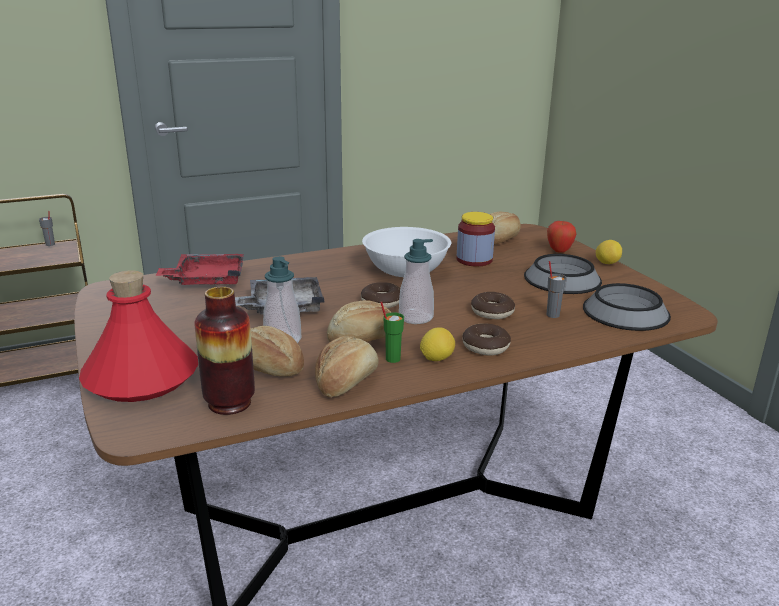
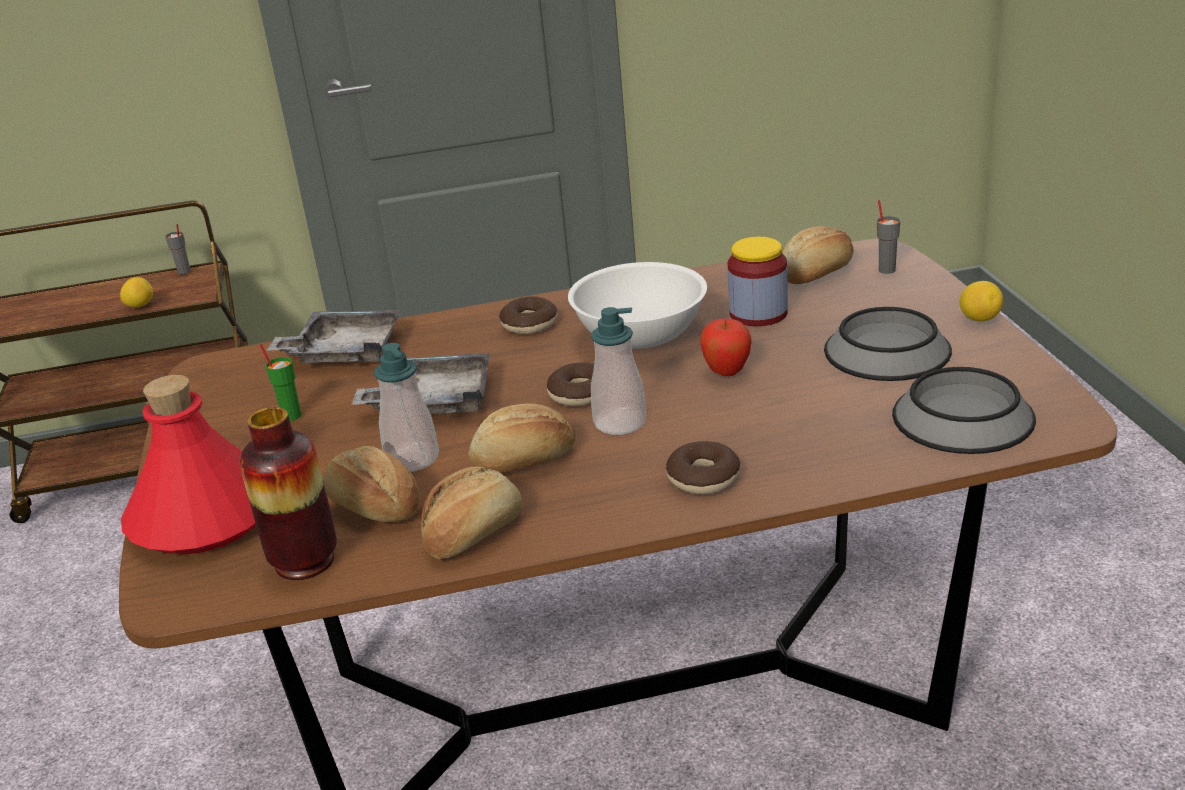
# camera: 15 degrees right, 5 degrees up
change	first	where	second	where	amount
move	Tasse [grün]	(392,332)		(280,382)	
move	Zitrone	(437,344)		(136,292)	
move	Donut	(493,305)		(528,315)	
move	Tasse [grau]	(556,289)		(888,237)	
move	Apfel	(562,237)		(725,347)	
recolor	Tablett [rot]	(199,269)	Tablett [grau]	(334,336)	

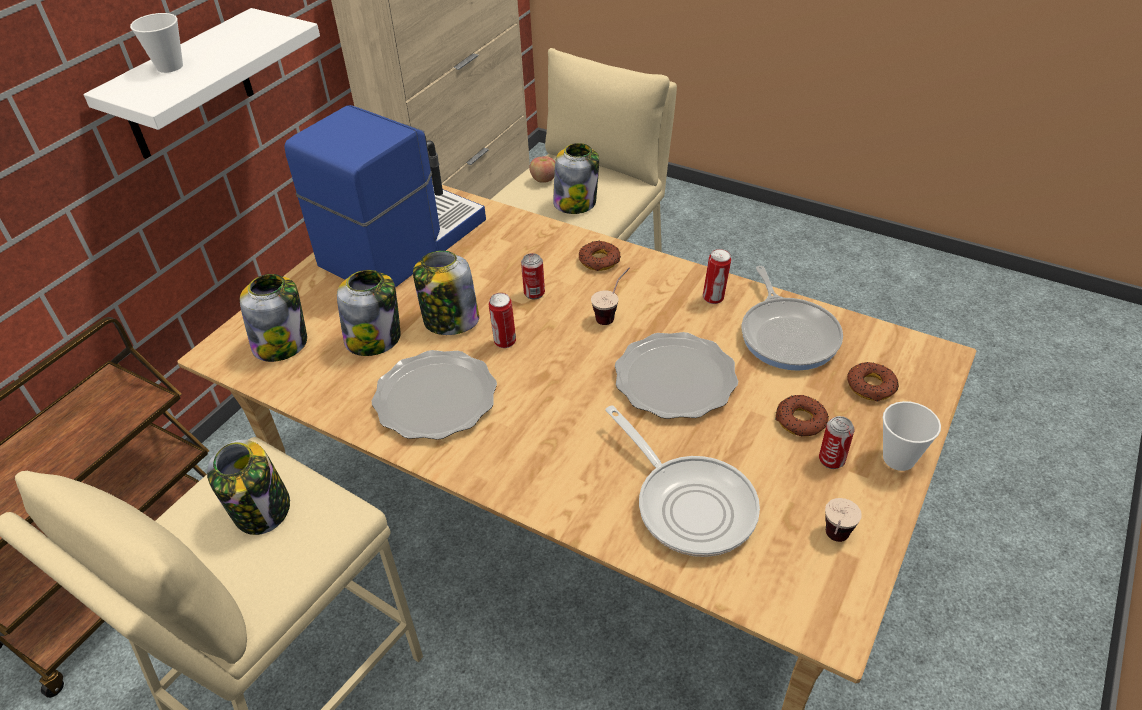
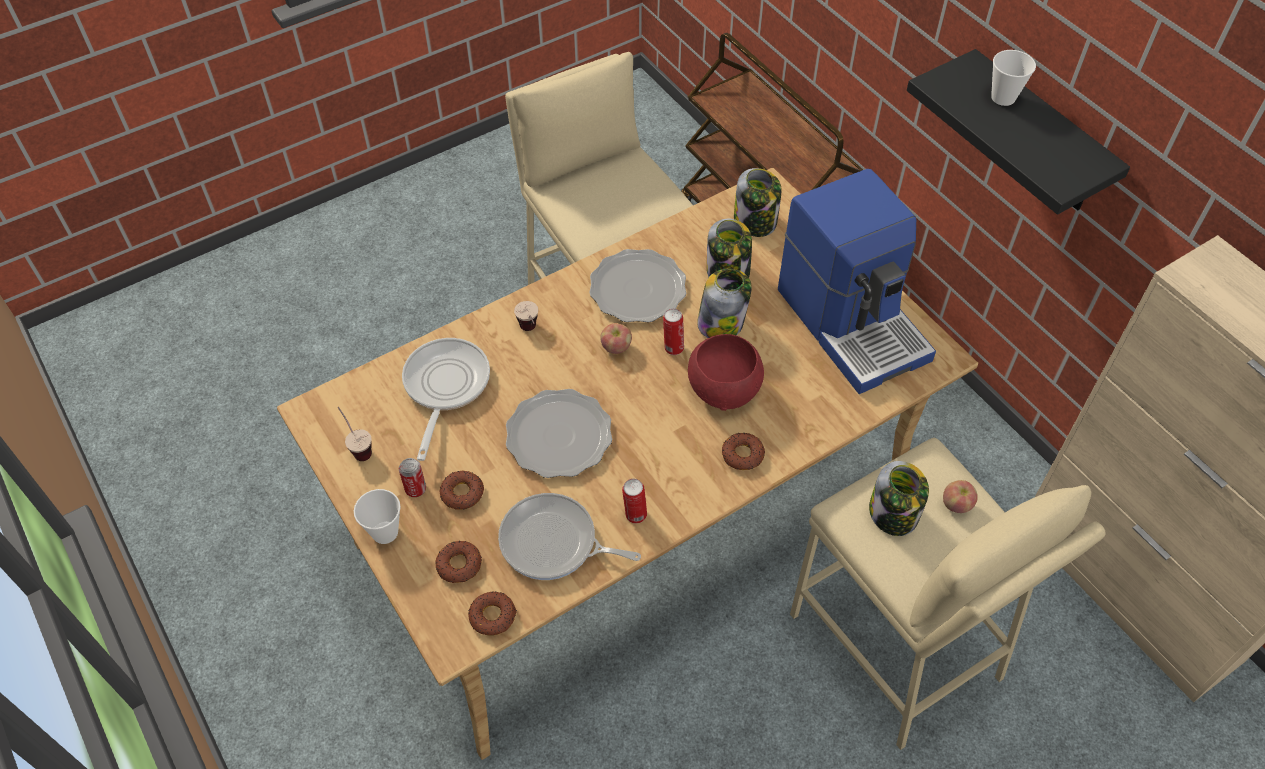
# camera: 115 degrees right, 10 degrees up
change	first	where	second	where	amount
delete	Vorratsglas	(248,487)			
insert			Donut	(492,613)	
insert			Apfel	(616,338)	
move	Tasse	(610,296)		(526,316)	
replace	Dose	(533,276)	Schüssel [rot]	(726,372)	
recolor	Wandregal [weiß]	(202,83)	Wandregal [schwarz]	(1018,132)	
rotate	Pfanne	(682,481)		(446,399)	105 degrees clockwise

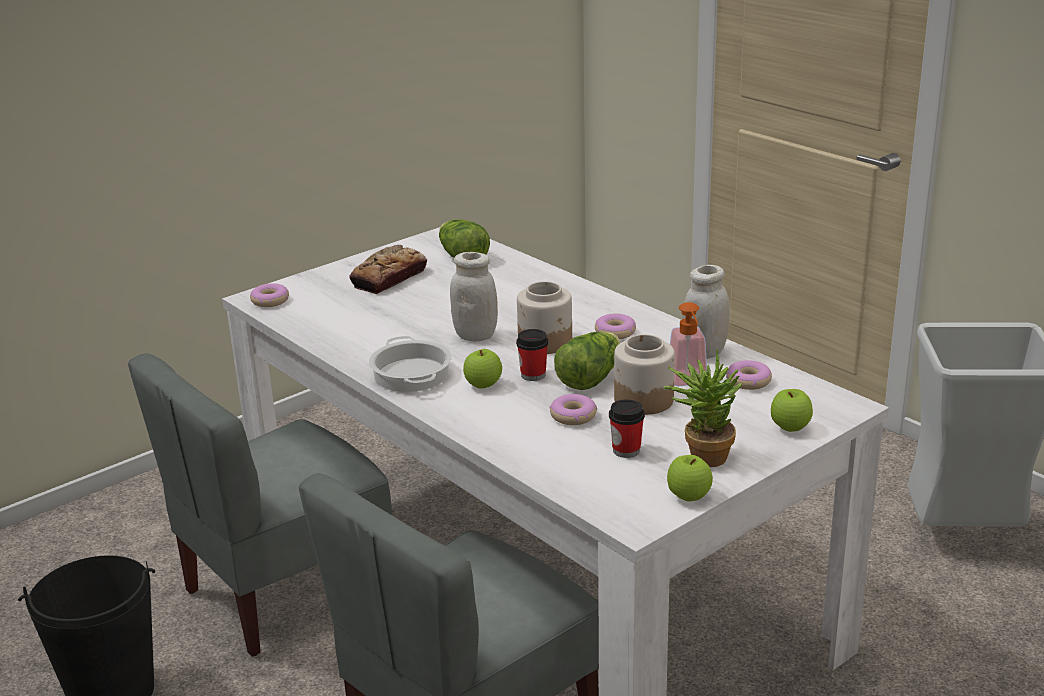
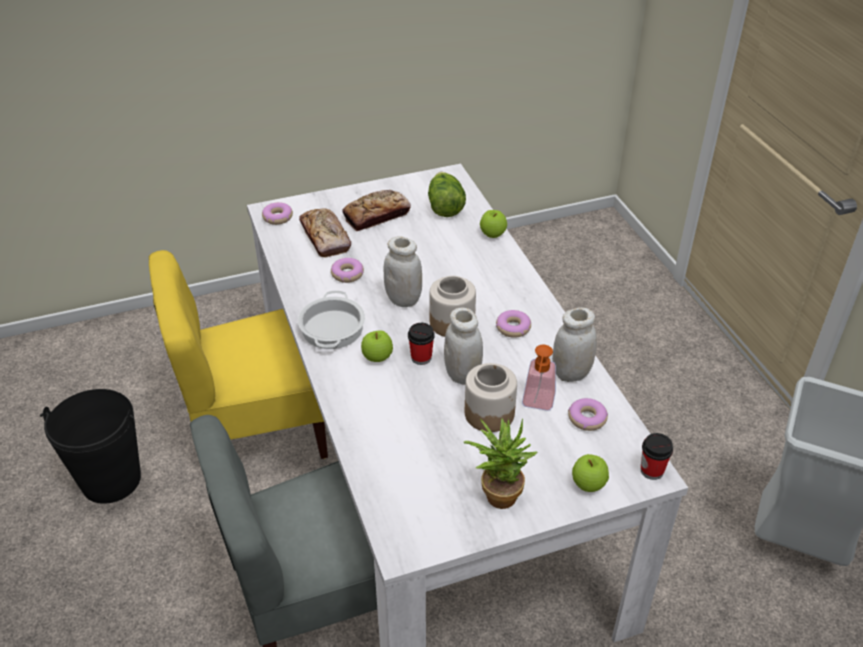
# camera: 20 degrees right, 15 degrees up
change	first	where	second	where	amount
insert			Brot	(325,233)	
move	Donut	(573,409)		(347,270)	
move	Tasse	(627,428)		(657,456)	
move	Apfel	(690,478)		(493,224)	
replace	Salatkopf	(587,361)	Vorratsglas [weiß]	(463,346)	
recolor	Stuhl [grau]	(260,505)	Stuhl [gelb]	(238,354)	

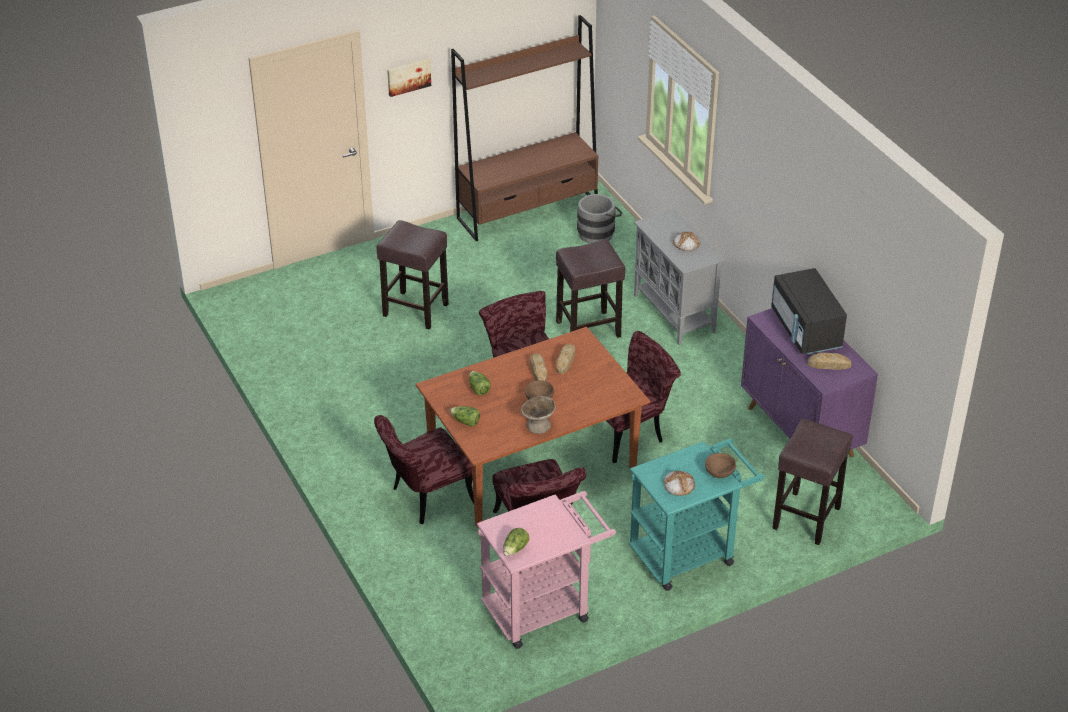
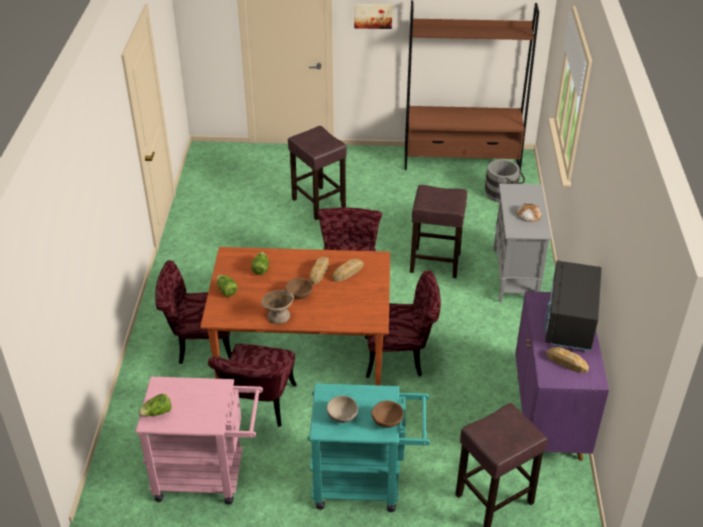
# camera: 30 degrees right, 0 degrees up
change	first	where	second	where	amount
replace	Brot	(679,483)	Schüssel [beige]	(342,409)	

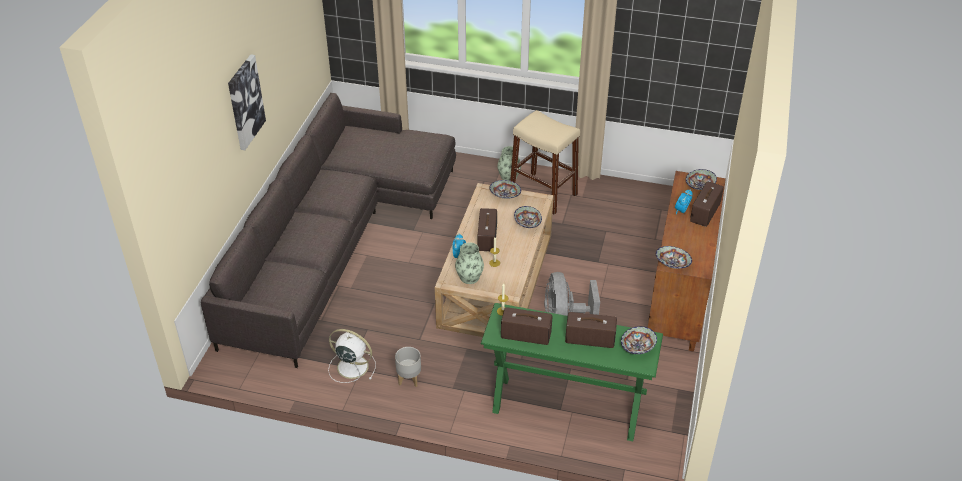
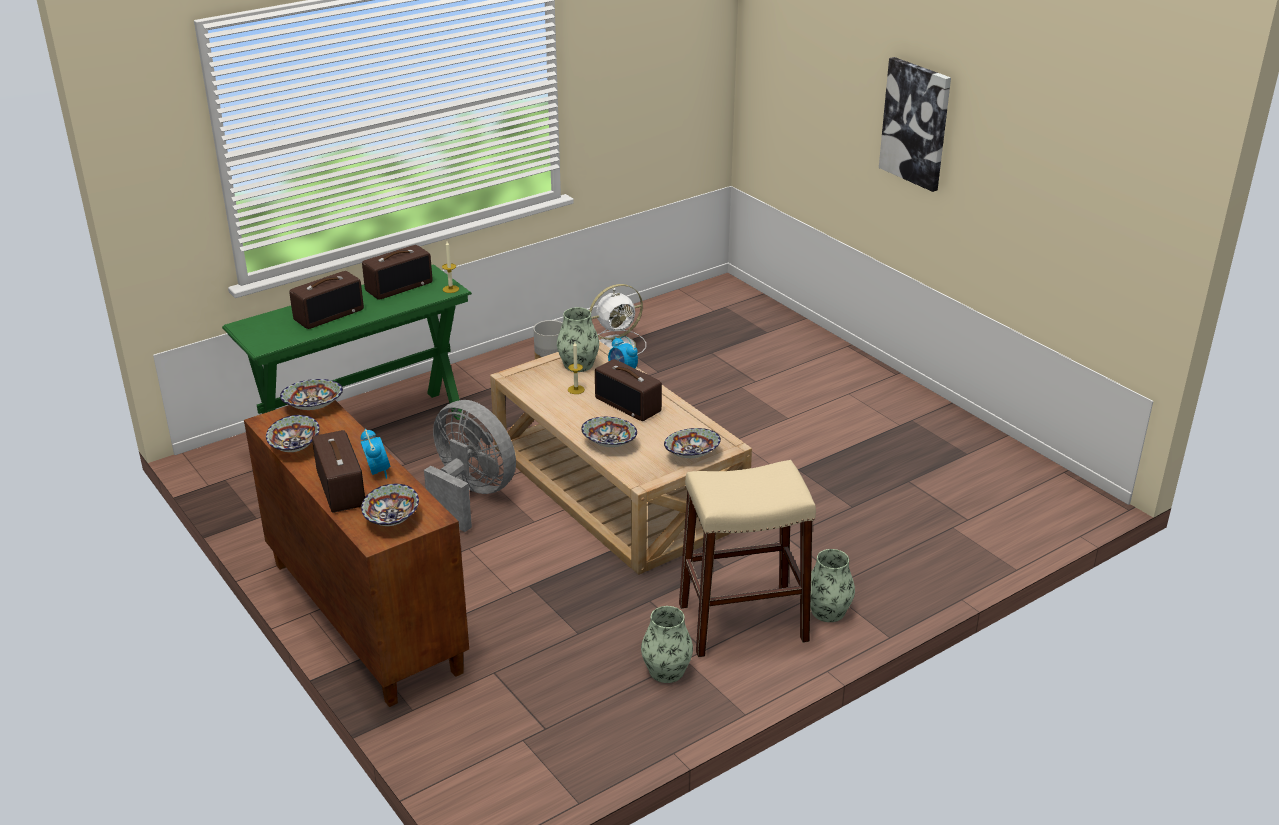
# camera: 130 degrees right, 10 degrees down
change	first	where	second	where	amount
delete	Sofa [grau]	(328,230)			
insert			Vase	(667,644)	
move	Schüssel	(639,340)		(293,433)	

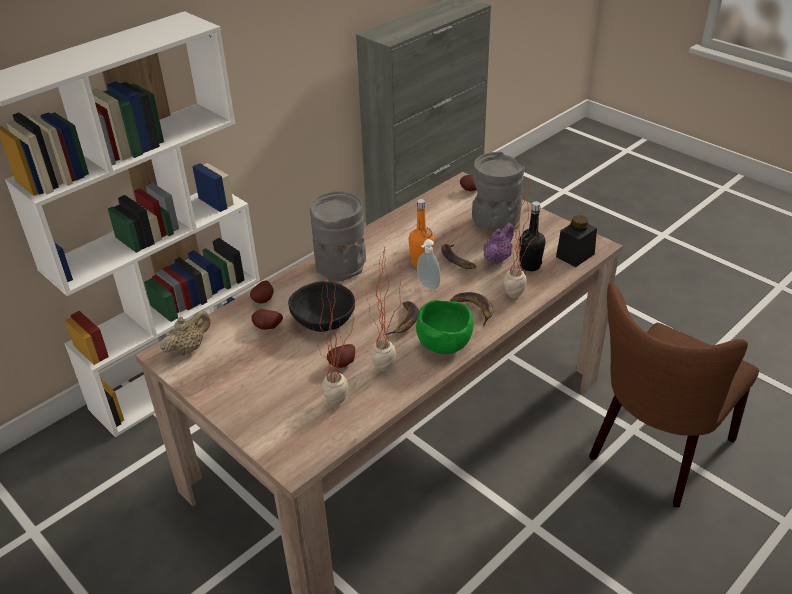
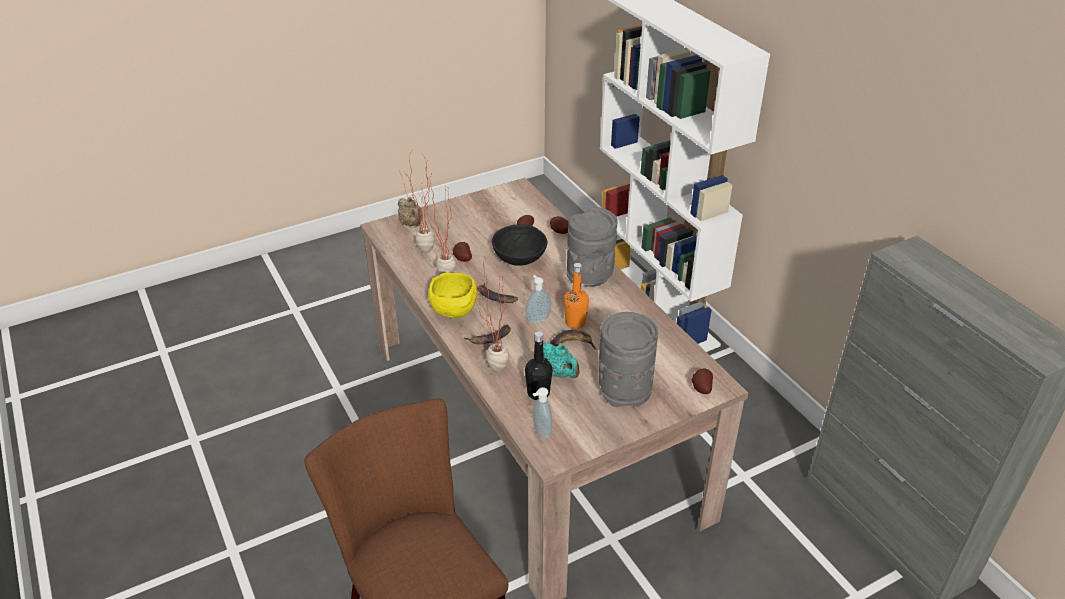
# camera: 105 degrees right, 0 degrees up
change	first	where	second	where	amount
move	Teekanne [beige]	(185,333)		(410,211)	
replace	Vorratsglas [schwarz]	(576,241)	Seifenspender	(542,413)	
recolor	Schüssel [grün]	(445,327)	Schüssel [gelb]	(452,295)	
recolor	Teekanne [lila]	(498,243)	Teekanne [türkis]	(561,360)	

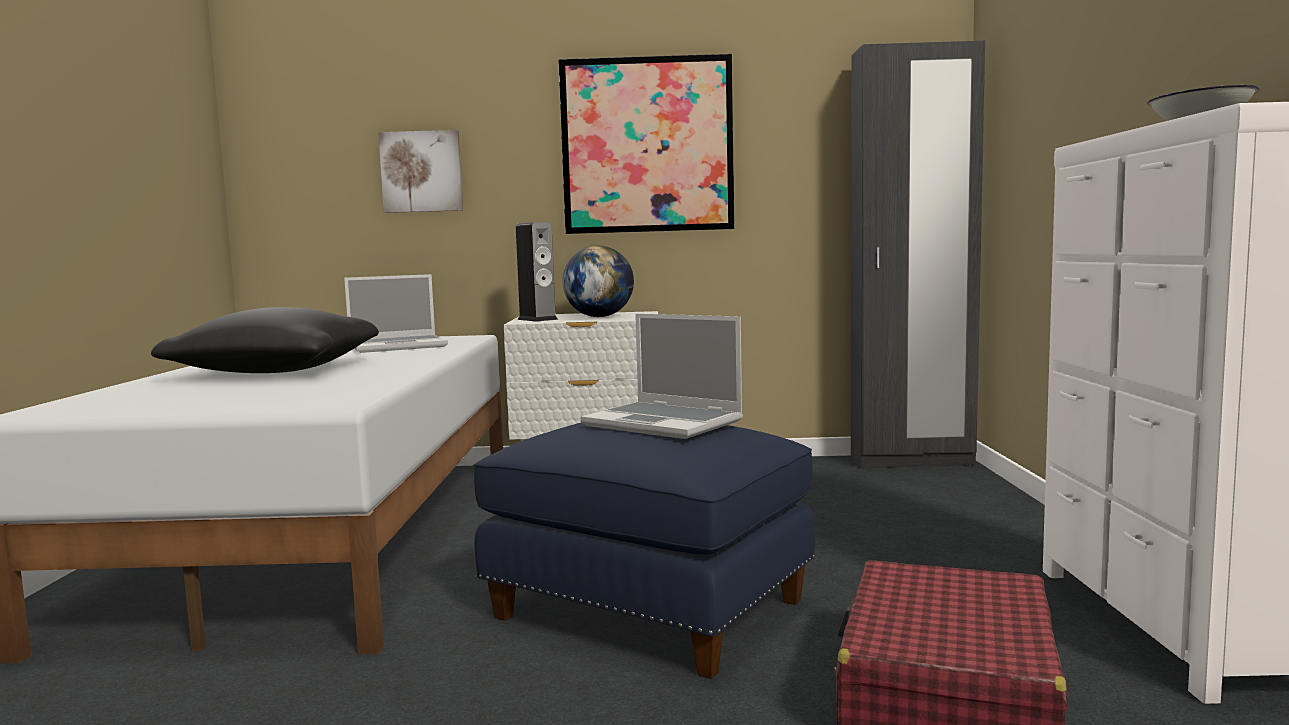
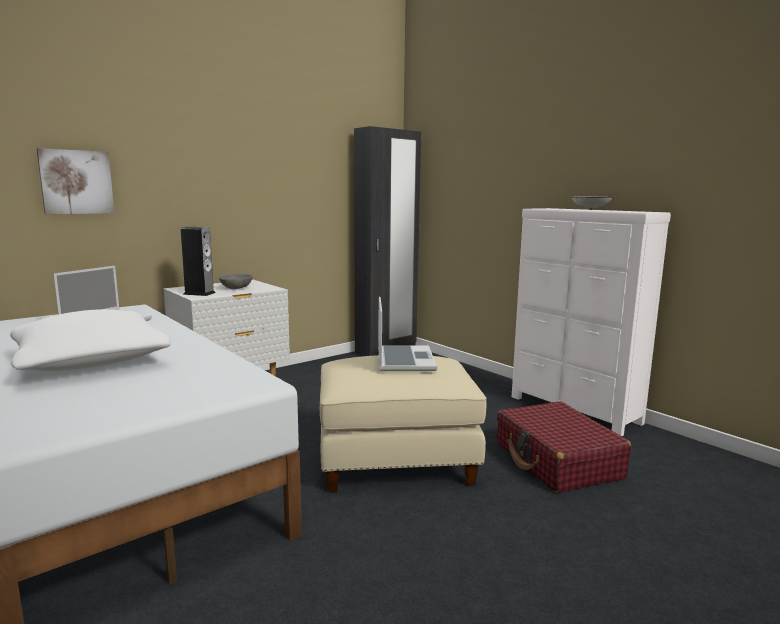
# camera: 40 degrees left, 5 degrees up
change	first	where	second	where	amount
delete	Bild	(646,144)			
replace	Globus	(598,281)	Schüssel [grau]	(236,281)	
recolor	Kissen [schwarz]	(265,340)	Kissen [weiß]	(90,340)	
recolor	Polsterhocker [blau]	(644,550)	Polsterhocker [beige]	(403,423)	
rotate	Laptop	(661,376)		(407,334)	90 degrees counterclockwise

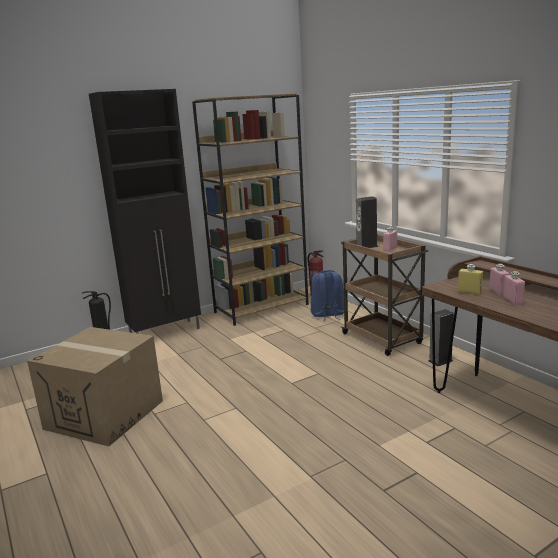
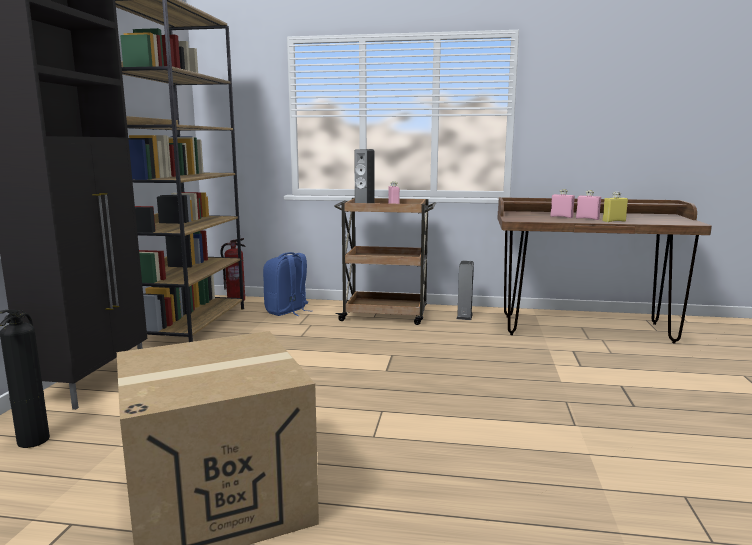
# camera: 50 degrees left, 5 degrees down
change	first	where	second	where	amount
move	Flasche [gelb]	(470,279)		(615,207)	

